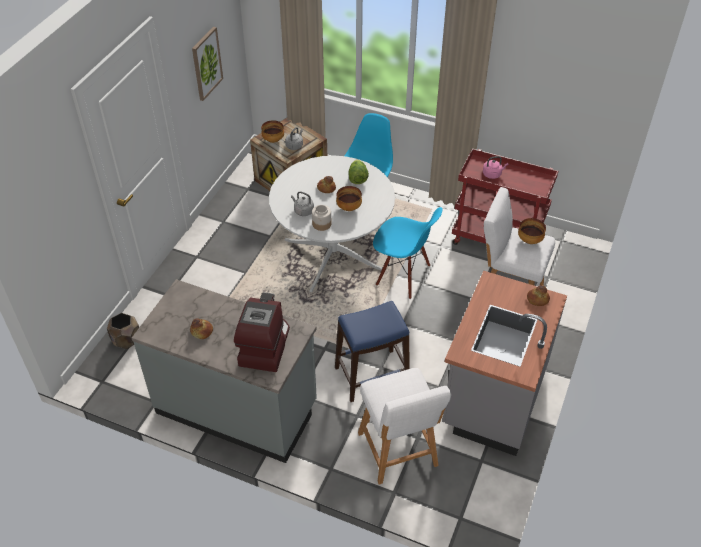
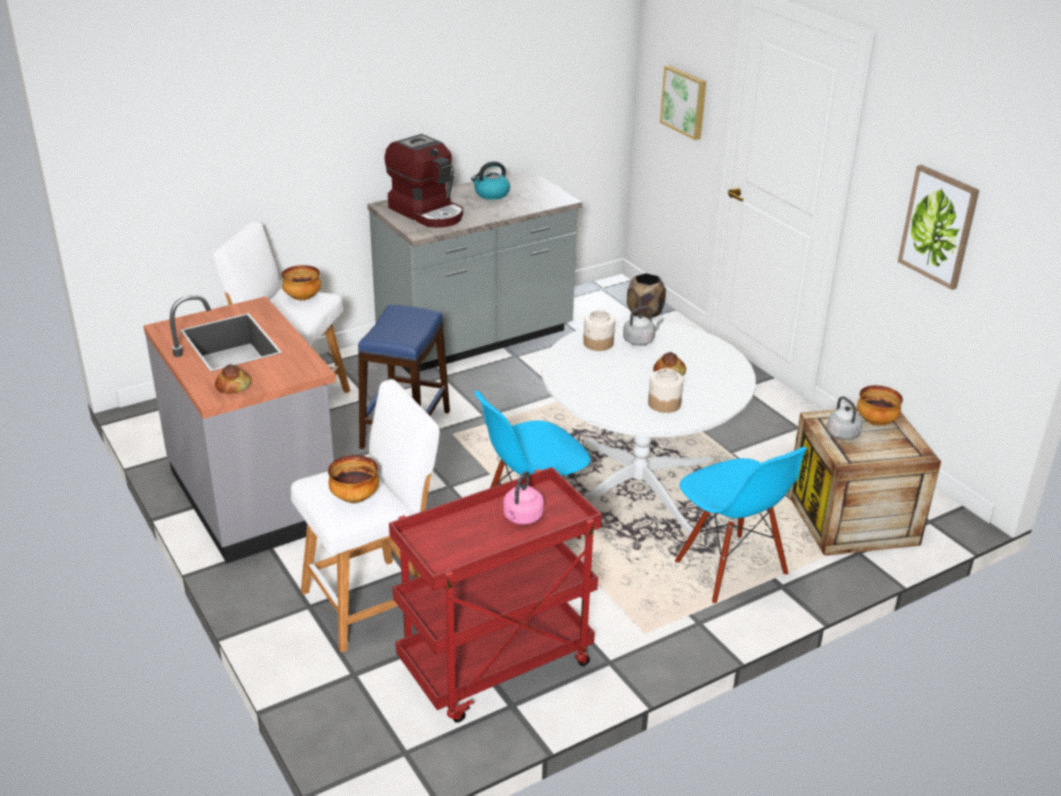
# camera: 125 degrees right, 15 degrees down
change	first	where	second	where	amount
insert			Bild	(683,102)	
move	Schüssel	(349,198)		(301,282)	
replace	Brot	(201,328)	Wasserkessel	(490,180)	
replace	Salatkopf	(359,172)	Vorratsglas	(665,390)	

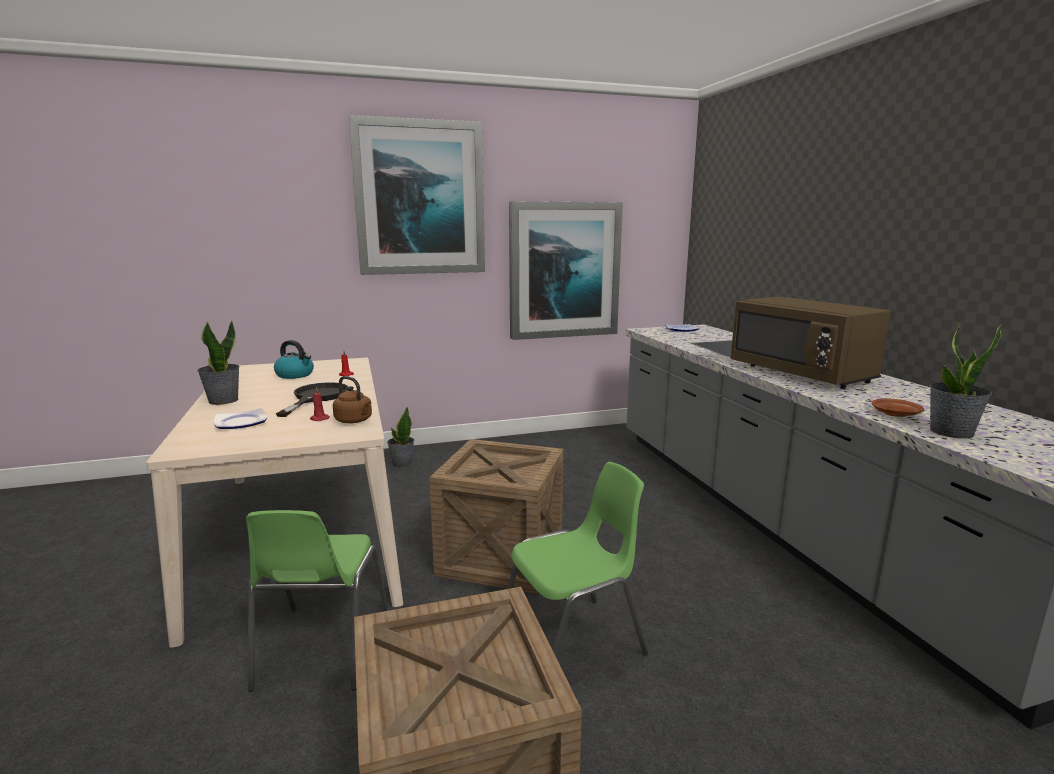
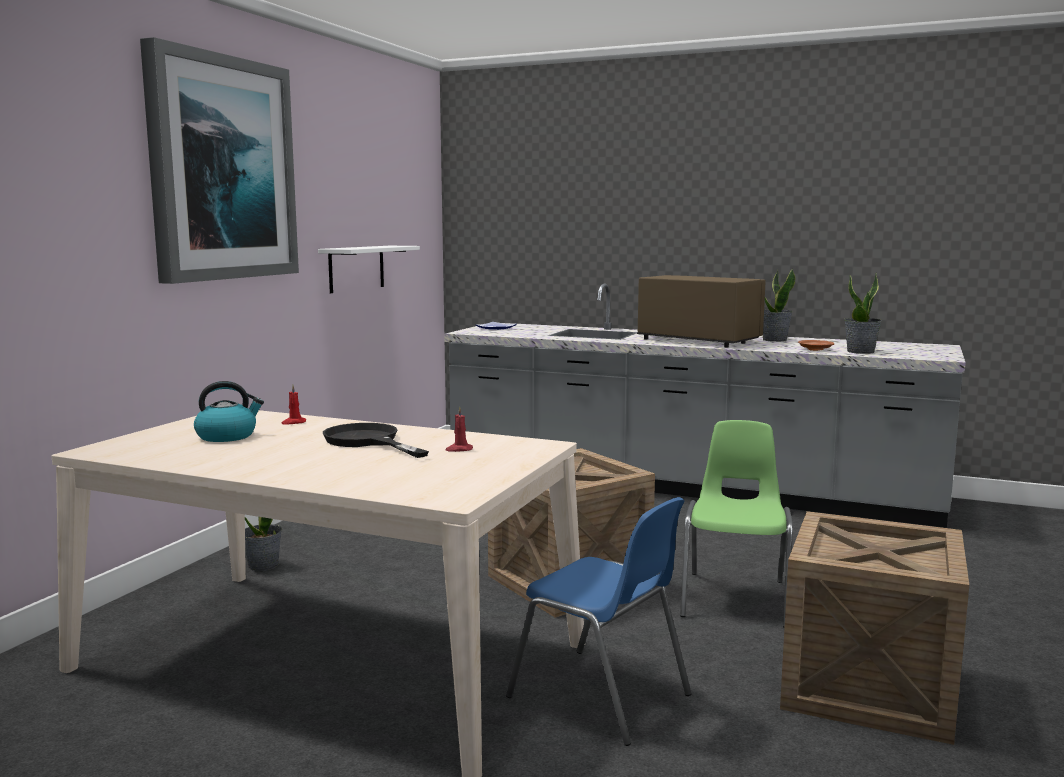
# camera: 50 degrees left, 5 degrees down
change	first	where	second	where	amount
delete	Teller	(240,418)			
delete	Wasserkessel [braun]	(352,399)			
move	Topfpflanze	(218,362)		(779,305)	
replace	Bild	(566,270)	Wandregal [weiß]	(369,269)	
recolor	Stuhl [grün]	(317,601)	Stuhl [blau]	(598,621)	
rotate	Mikrowelle [braun]	(811,342)		(701,311)	150 degrees counterclockwise

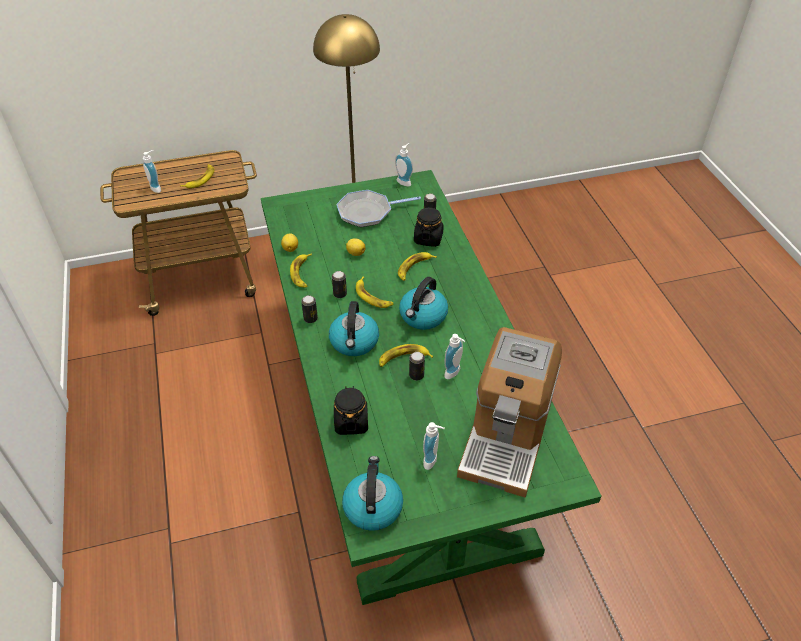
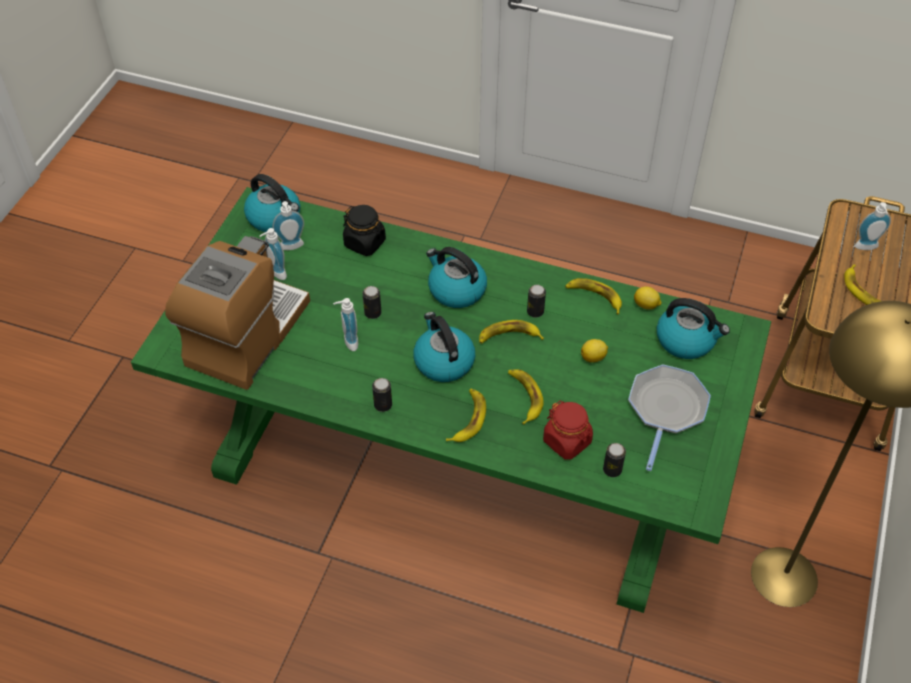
# camera: 125 degrees right, 5 degrees up
change	first	where	second	where	amount
insert			Wasserkessel	(693,328)	
move	Dose	(309,309)		(382,395)	
move	Banane	(406,355)		(466,415)	
move	Seifenspender	(404,164)		(288,225)	
recolor	Vorratsglas [schwarz]	(429,227)	Vorratsglas [rot]	(568,430)	
rotate	Kaffeemaschine	(509,412)		(237,313)	60 degrees clockwise

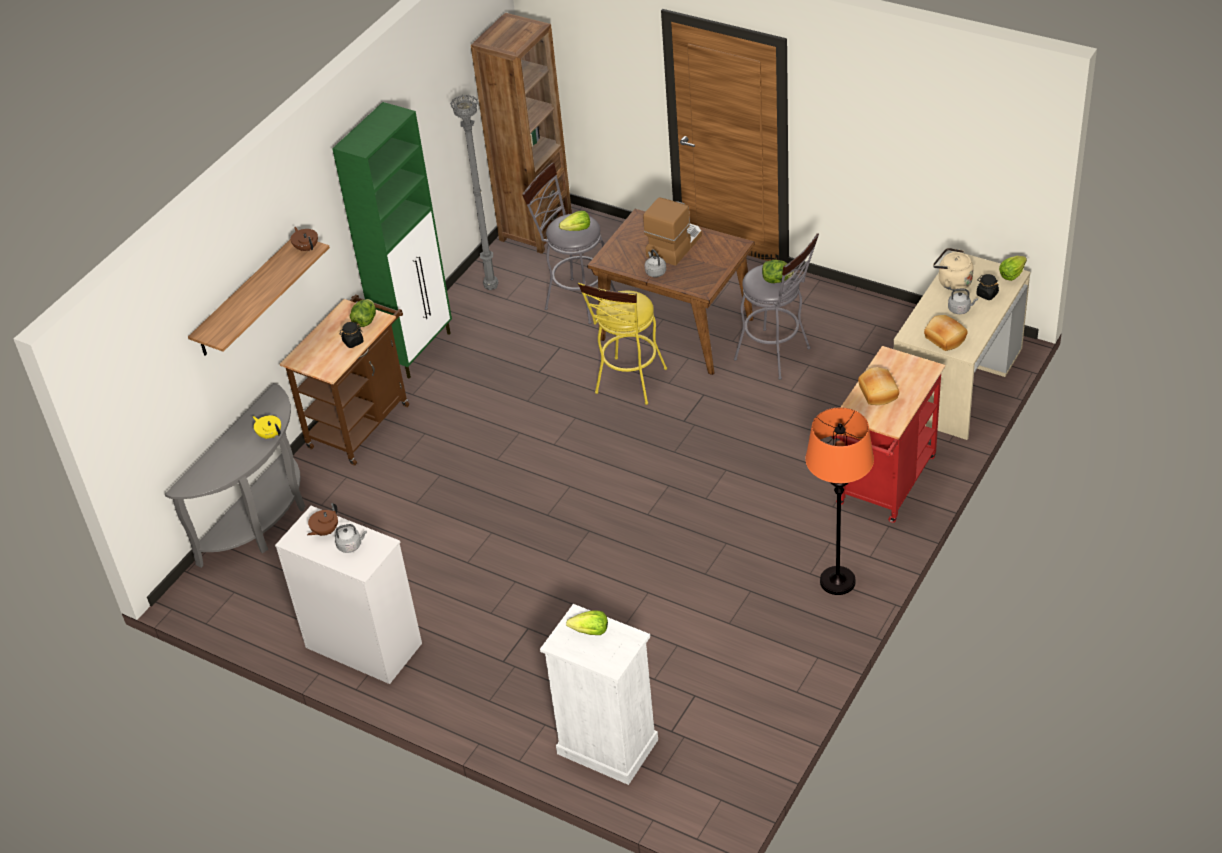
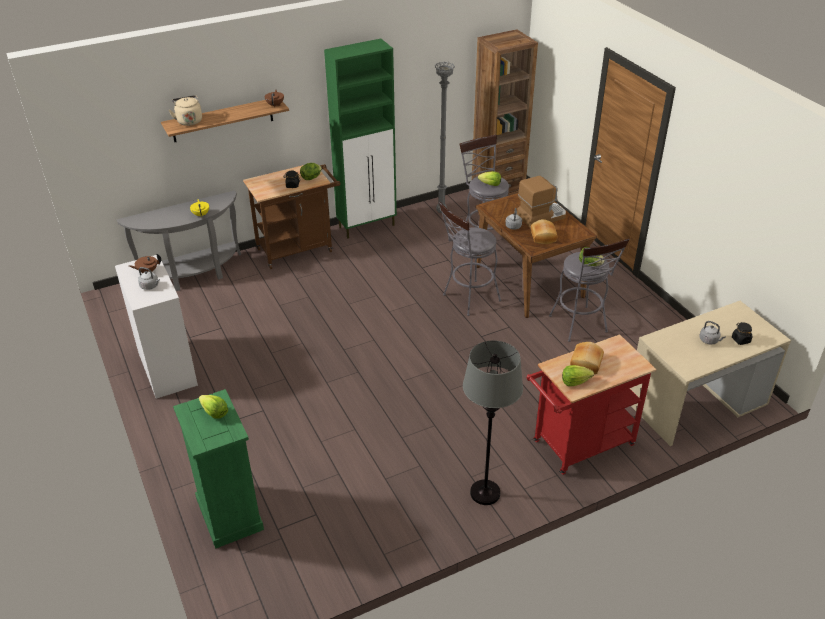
# camera: 30 degrees right, 5 degrees down
change	first	where	second	where	amount
move	Brot	(946,333)		(544,231)	
move	Wasserkessel [beige]	(953,269)		(185,110)	
move	Salatkopf	(1013,268)		(578,375)	
recolor	Kommode [weiß]	(599,694)	Kommode [grün]	(218,469)	
recolor	Hocker [gelb]	(622,343)	Hocker [grau]	(470,259)	
recolor	Stehlampe [orange]	(839,501)	Stehlampe [grau]	(493,423)	

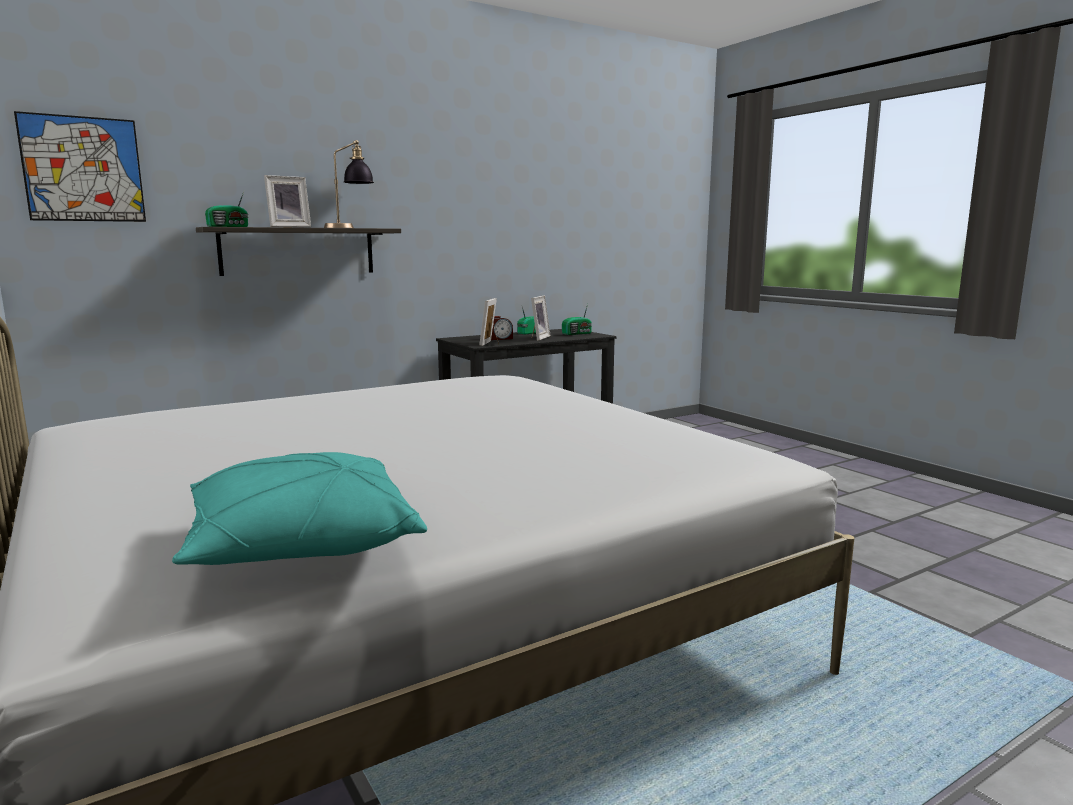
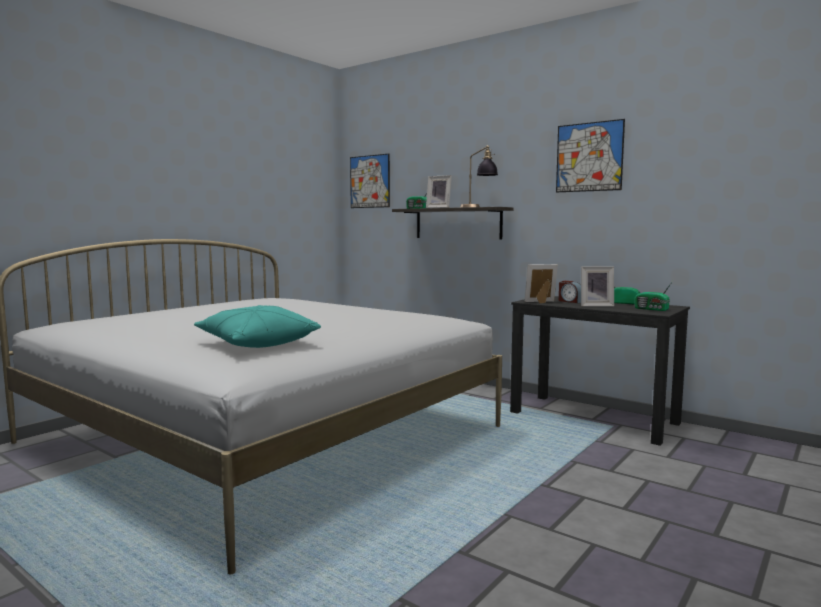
# camera: 70 degrees right, 5 degrees down
change	first	where	second	where	amount
insert			Bild	(590,155)	
move	Kissen [türkis]	(299,508)		(257,326)	

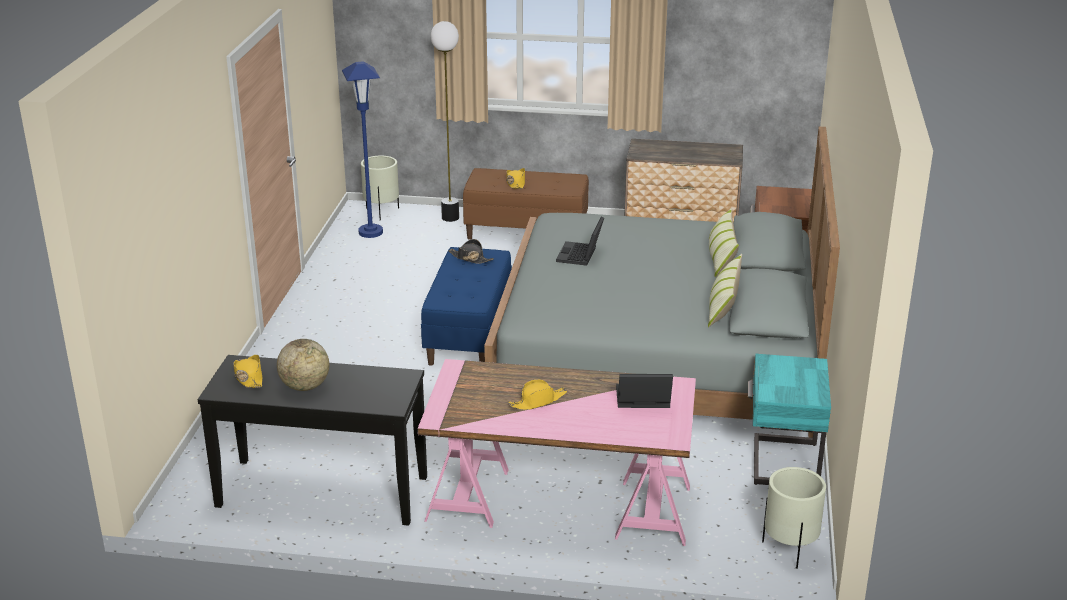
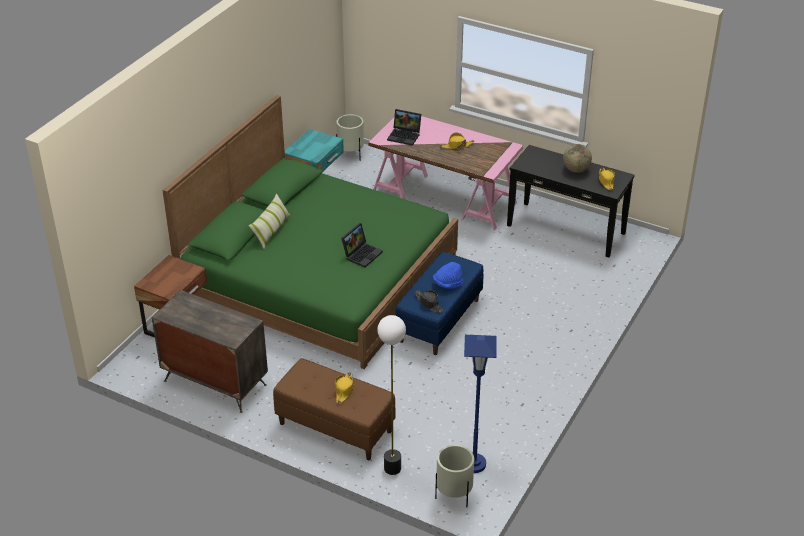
# camera: 160 degrees left, 10 degrees up
change	first	where	second	where	amount
delete	Kissen	(725,290)			
insert			Hut [blau]	(448,275)	
recolor	Bett [grau]	(662,282)	Bett [grün]	(310,232)	

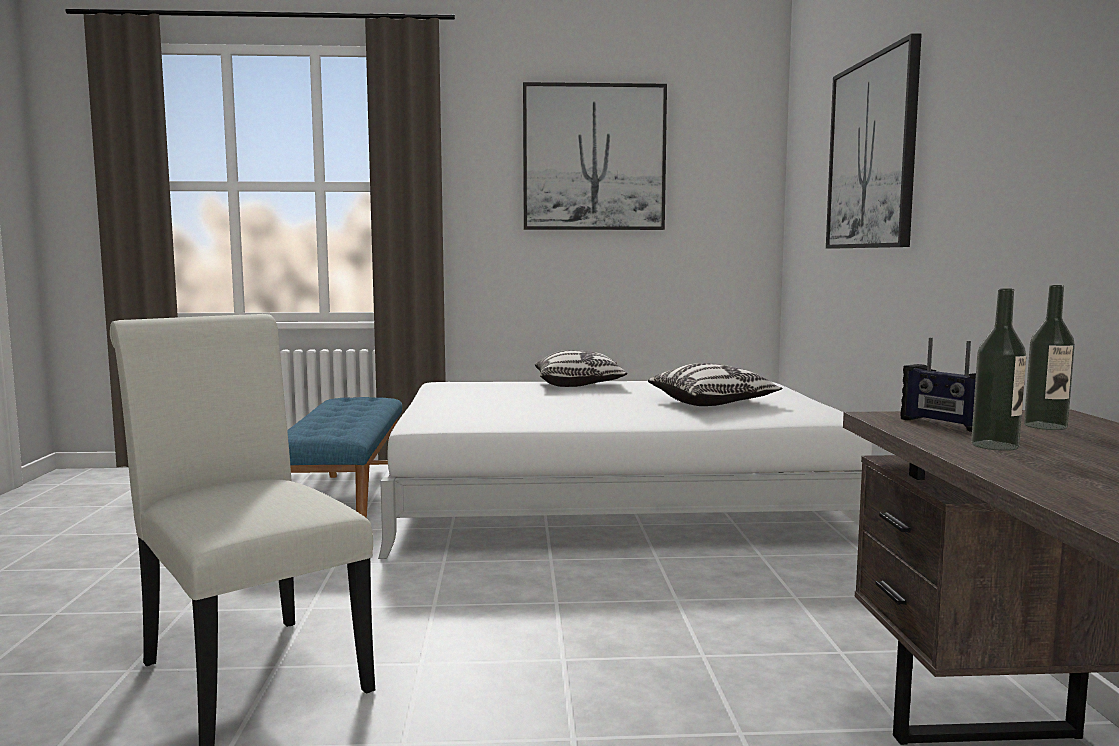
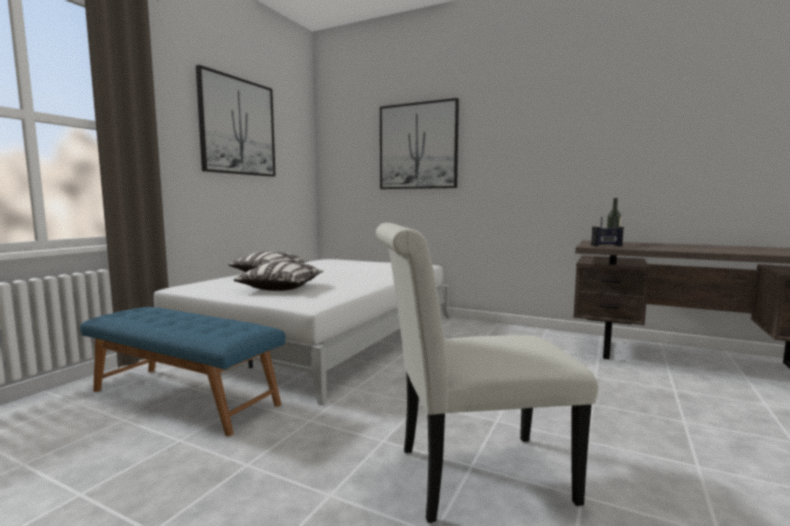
# camera: 60 degrees left, 0 degrees up
change	first	where	second	where	amount
delete	Flasche	(998,369)			
move	Kissen	(715,384)		(278,276)	

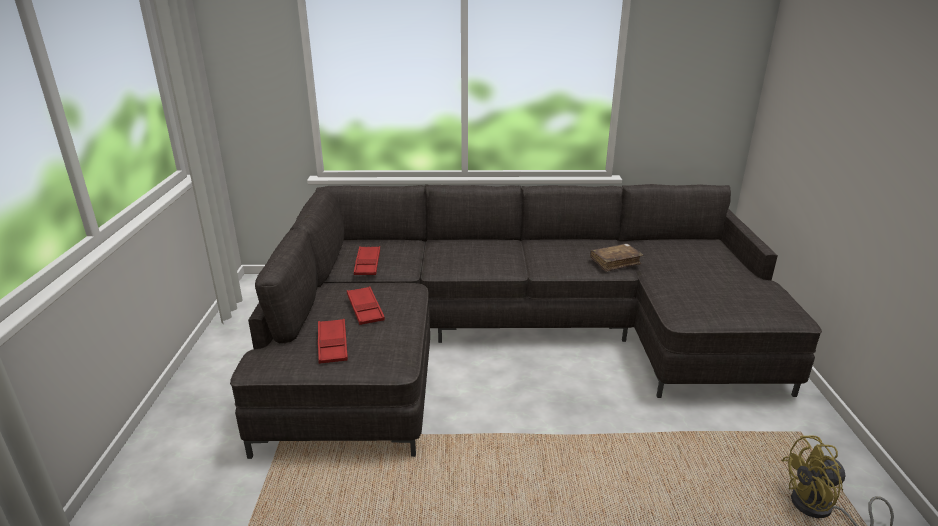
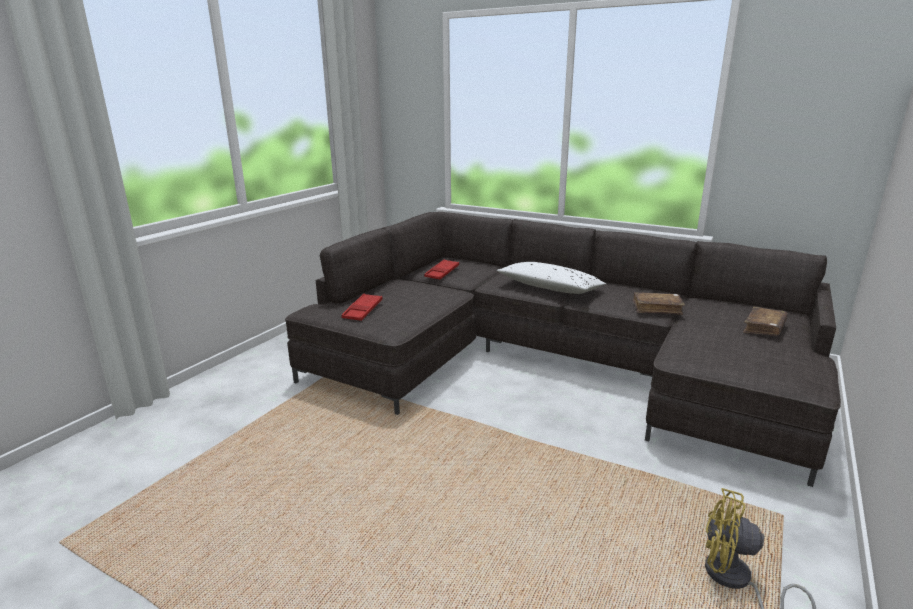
# camera: 30 degrees right, 5 degrees down
change	first	where	second	where	amount
delete	Tablett [rot]	(366,305)			
insert			Kissen [weiß]	(551,278)	
insert			Buch [braun]	(765,321)	

